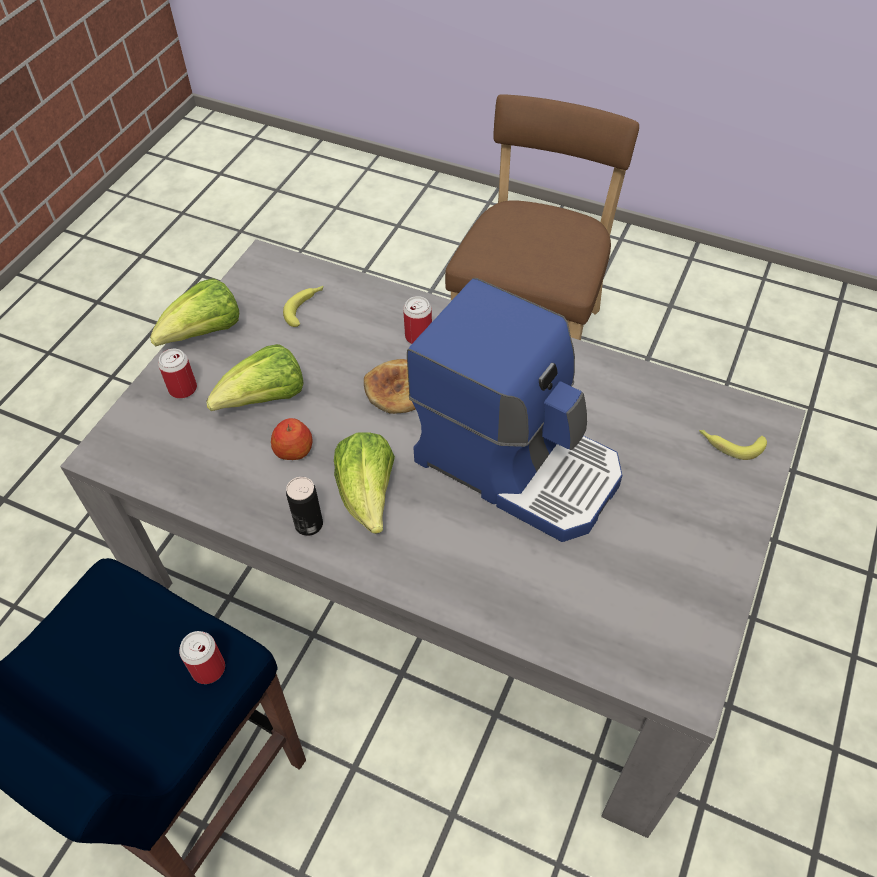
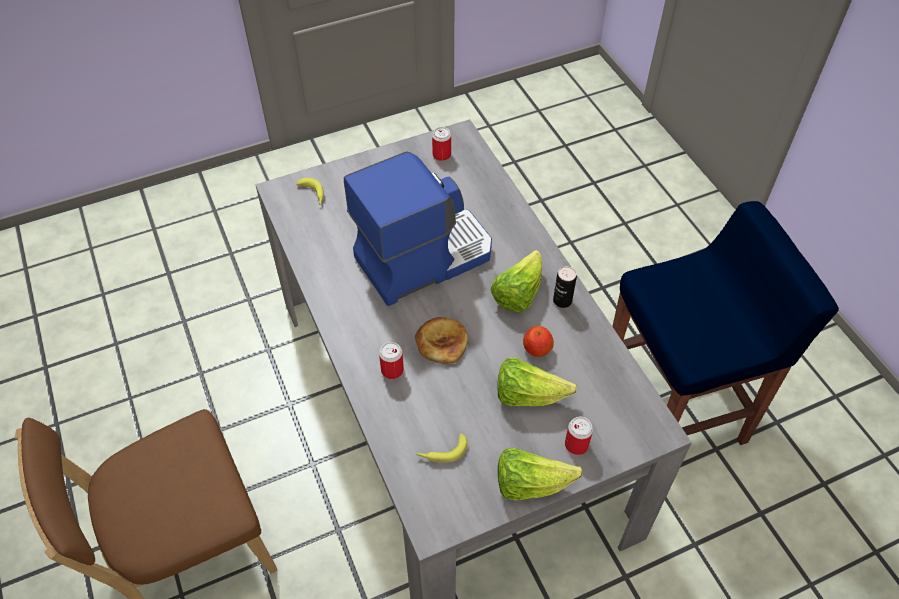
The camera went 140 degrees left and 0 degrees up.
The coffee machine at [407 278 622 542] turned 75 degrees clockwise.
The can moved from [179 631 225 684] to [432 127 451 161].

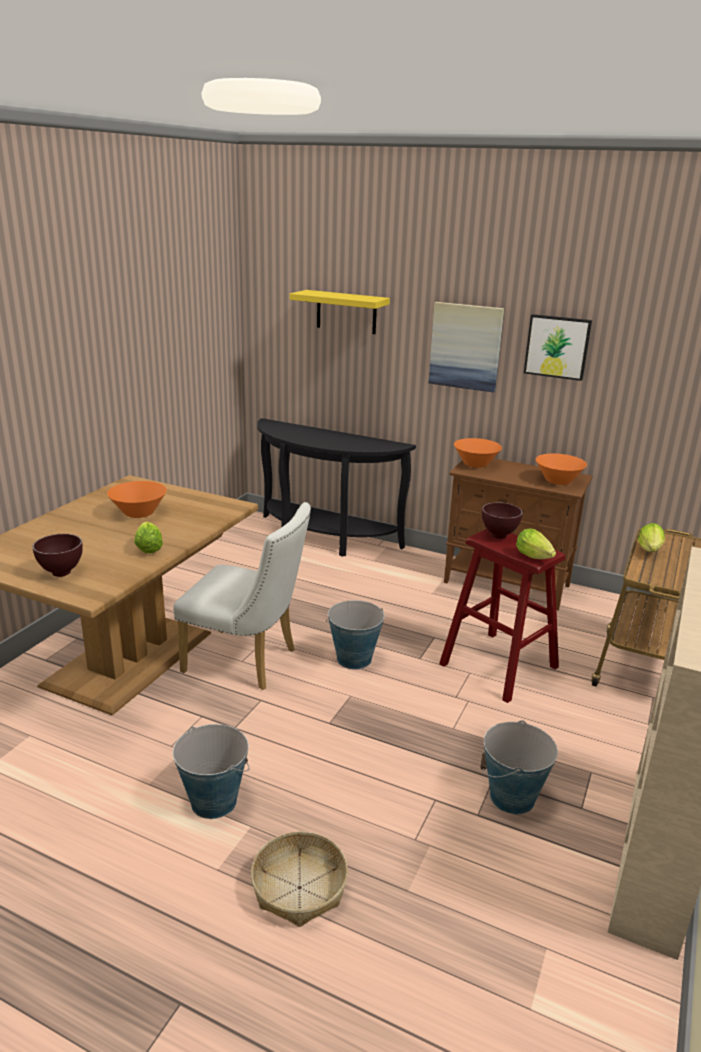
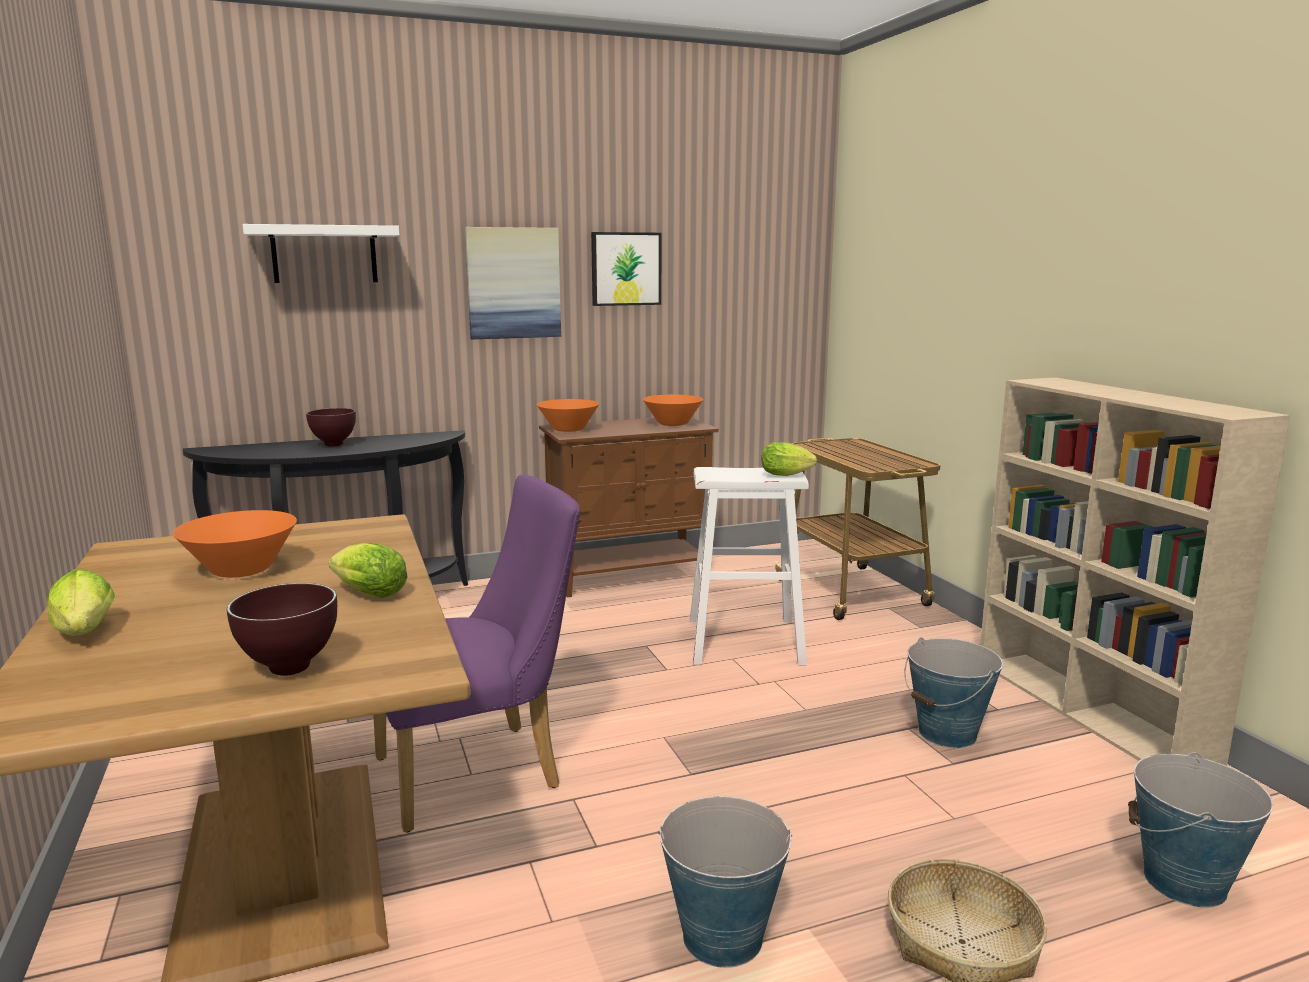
The camera went 45 degrees left and 10 degrees down.
The shelf (yellow) at [290 290 390 334] became the shelf (white) at [243 224 400 283].
The chair (white) at [173 502 311 690] became the chair (purple) at [373 475 580 832].
The bowl (brown) moved from [482 502 523 539] to [306 408 356 447].
The lettuce moved from [638 523 665 552] to [47 569 115 636].
The stool (red) at [439 529 565 703] became the stool (white) at [690 467 809 666].
The bucket moved from [326 600 384 669] to [1128 752 1273 908].

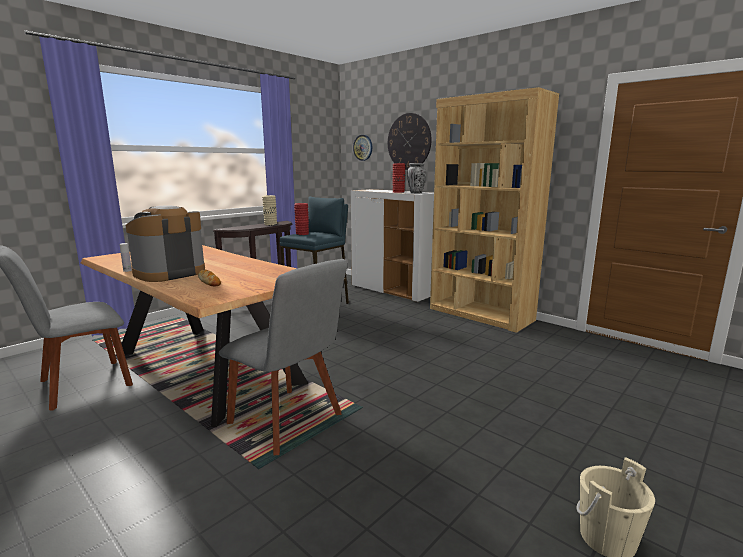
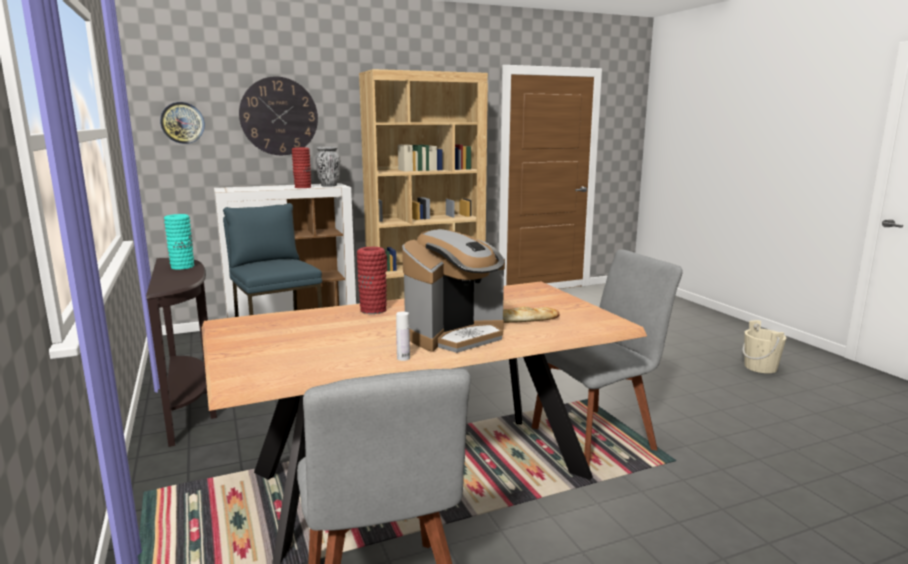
The camera went 65 degrees left and 0 degrees up.
The vase (beige) at [262 195 277 225] became the vase (turquoise) at [164 214 194 270].
The vase (red) moved from [294 203 309 235] to [357 247 387 314].
The coffee machine at [126 205 205 282] turned 105 degrees counterclockwise.

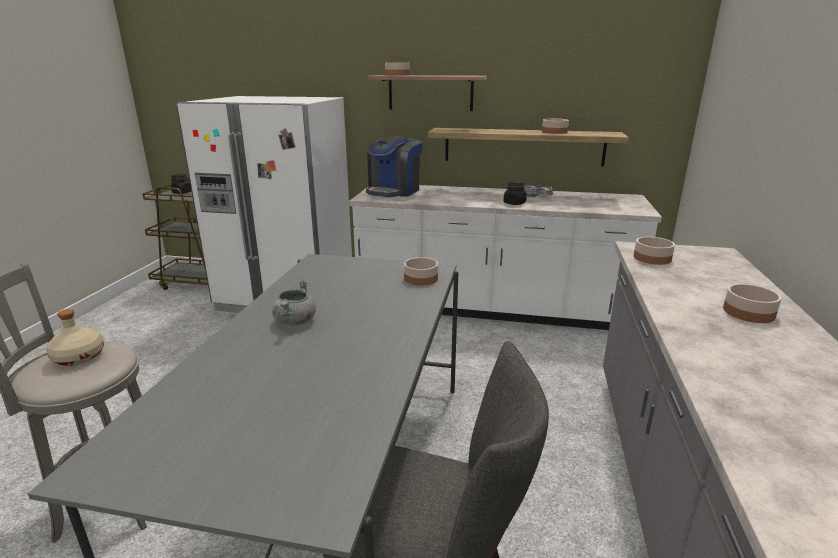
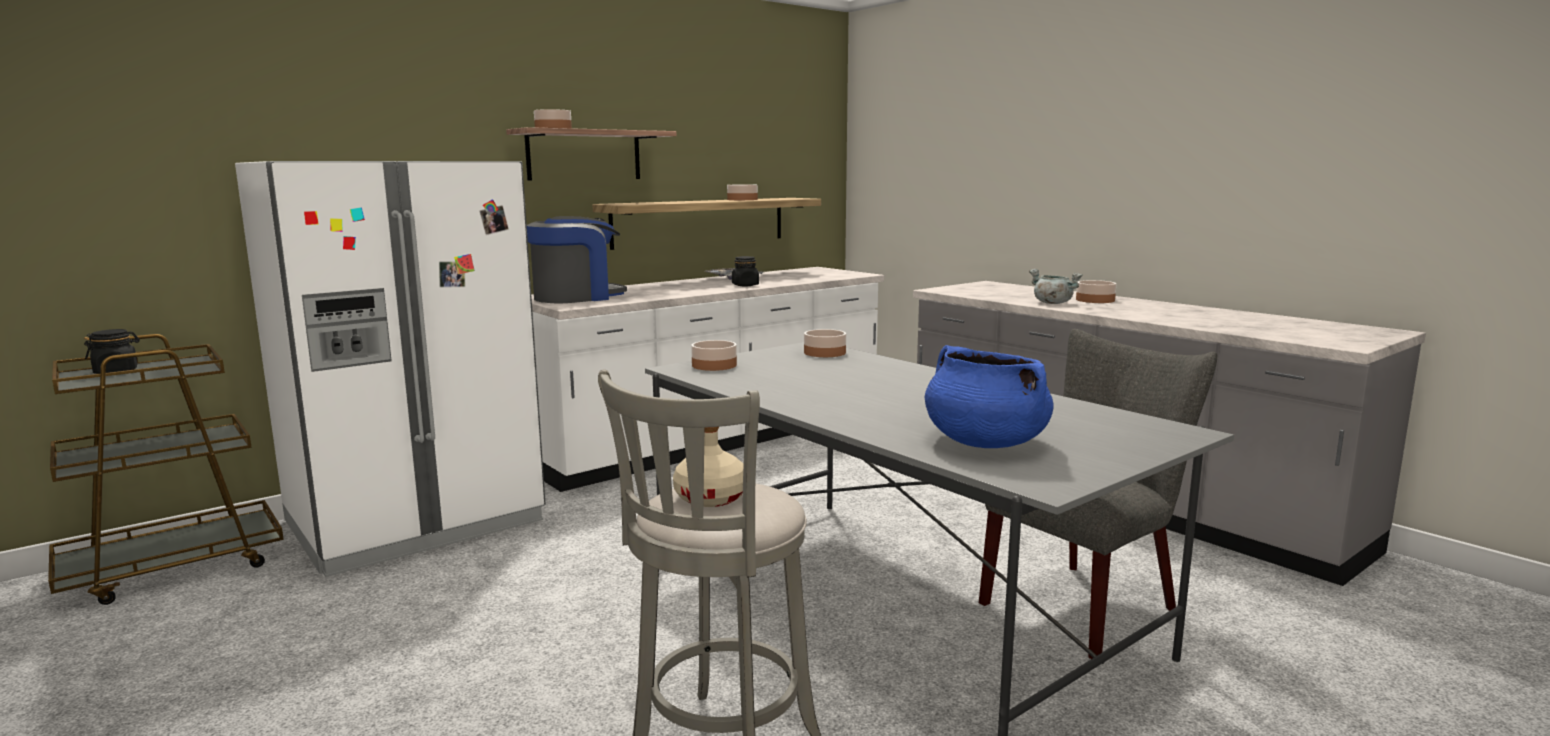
The camera went 50 degrees left and 10 degrees down.
The coffee machine at [366 136 423 197] turned 105 degrees counterclockwise.
The bowl moved from [634 237 675 265] to [691 340 737 371].
The cooking pot (grey) moved from [273 279 316 325] to [1029 269 1083 304].
The cooking pot (blue) at [925 345 1054 448] appeared.

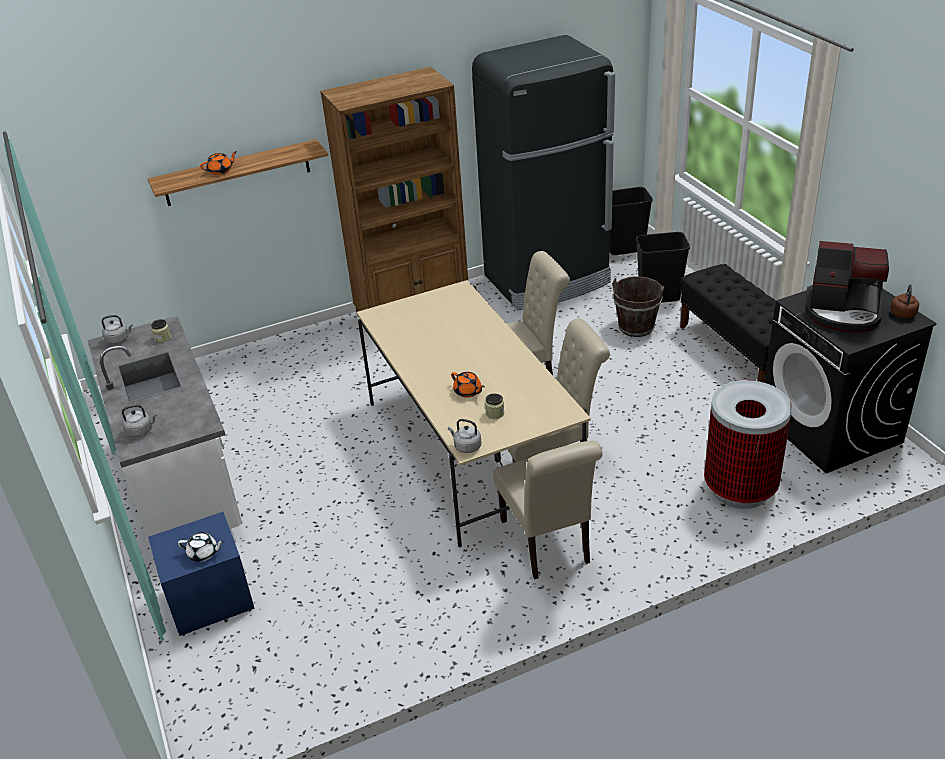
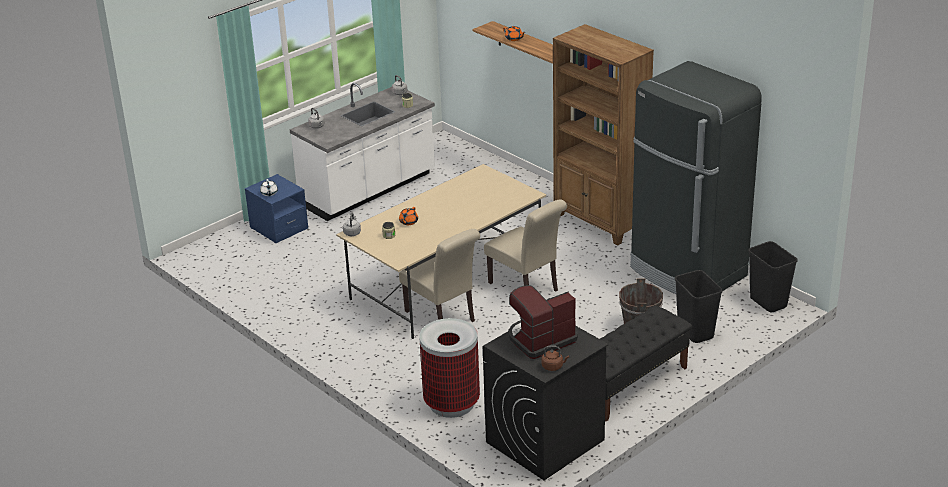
The camera went 70 degrees right and 5 degrees down.
The coffee machine at [805 241 889 333] turned 60 degrees clockwise.
The chair (beige) at [493 441 603 580] disappeared.

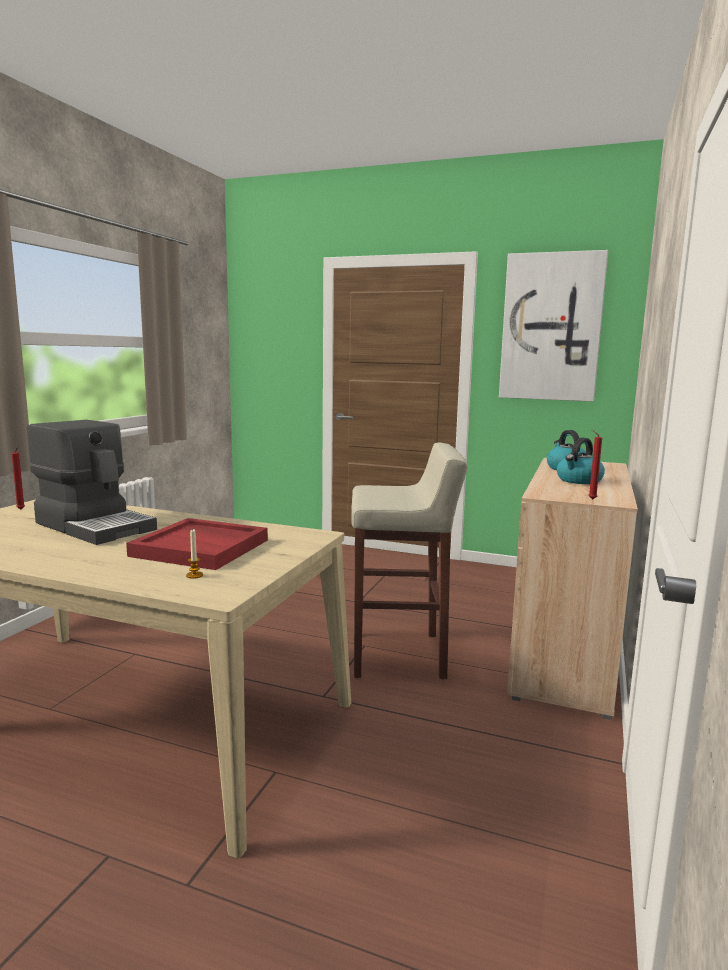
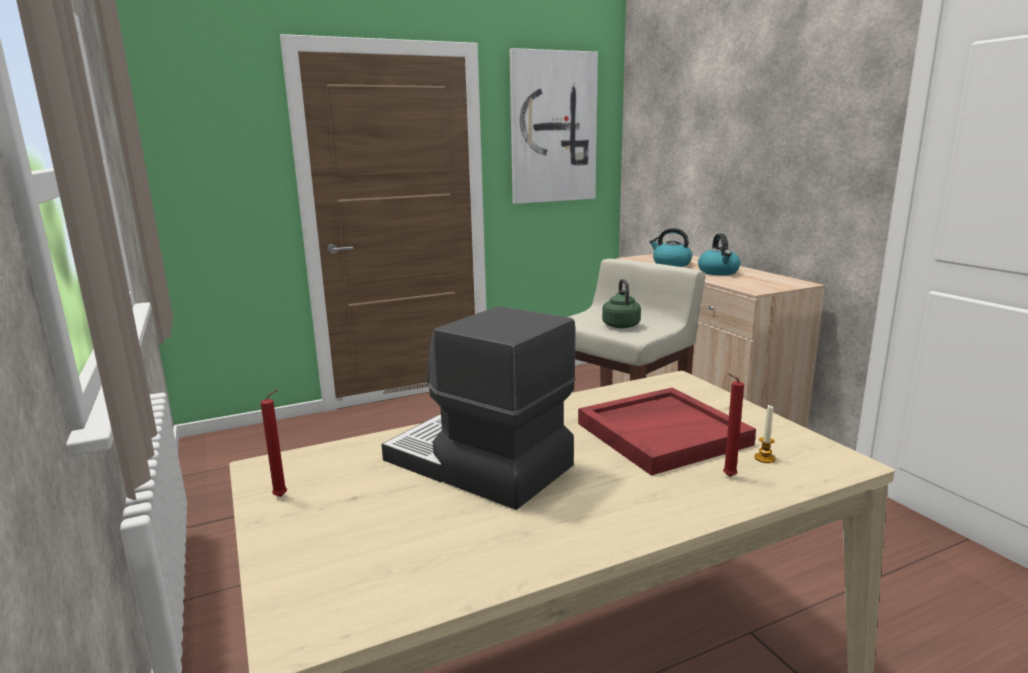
The camera went 45 degrees left and 5 degrees up.
The coffee machine at [27 420 157 545] turned 135 degrees counterclockwise.
The candle (red) moved from [588 430 602 500] to [723 373 744 477].
The kettle (green) at [602 279 641 328] appeared.

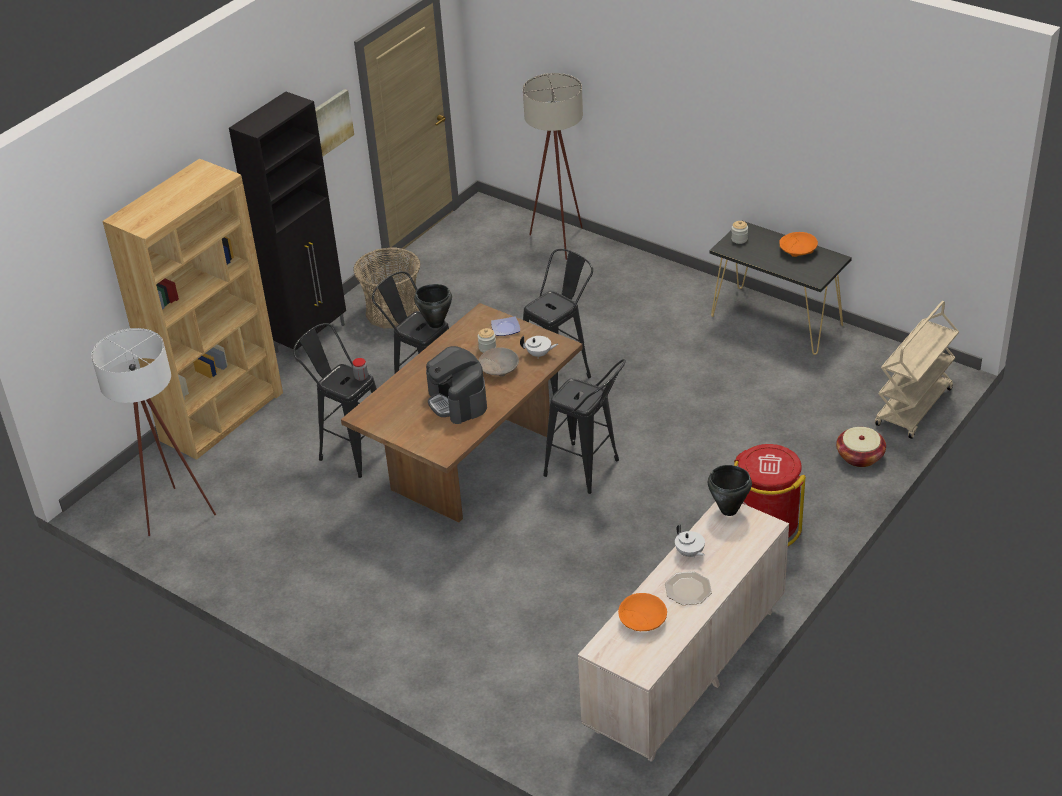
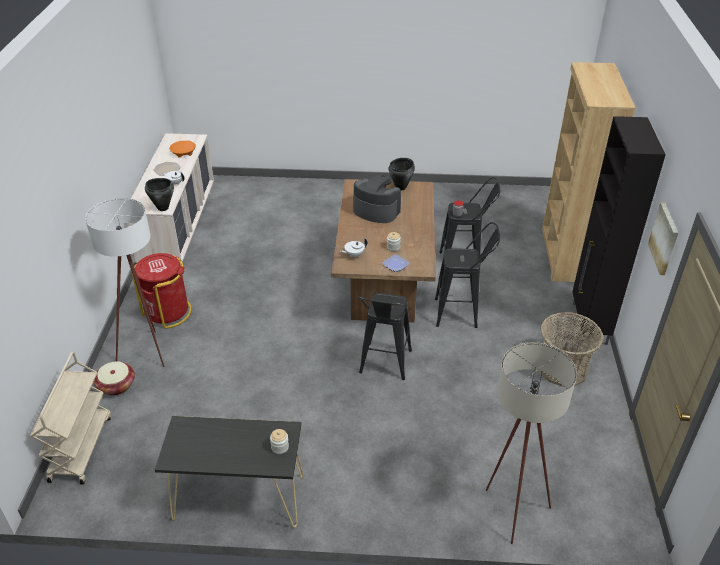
The camera went 145 degrees right and 0 degrees up.
The bowl (orange) at [779 232 818 257] disappeared.
The cooking pot (black) moved from [414 284 452 328] to [388 158 415 191].
The floor lamp (white) moved from [91 328 216 536] to [85 198 165 367].
The bowl (beige) at [479 348 519 377] disappeared.
The stool (black) at [543 359 626 494] disappeared.

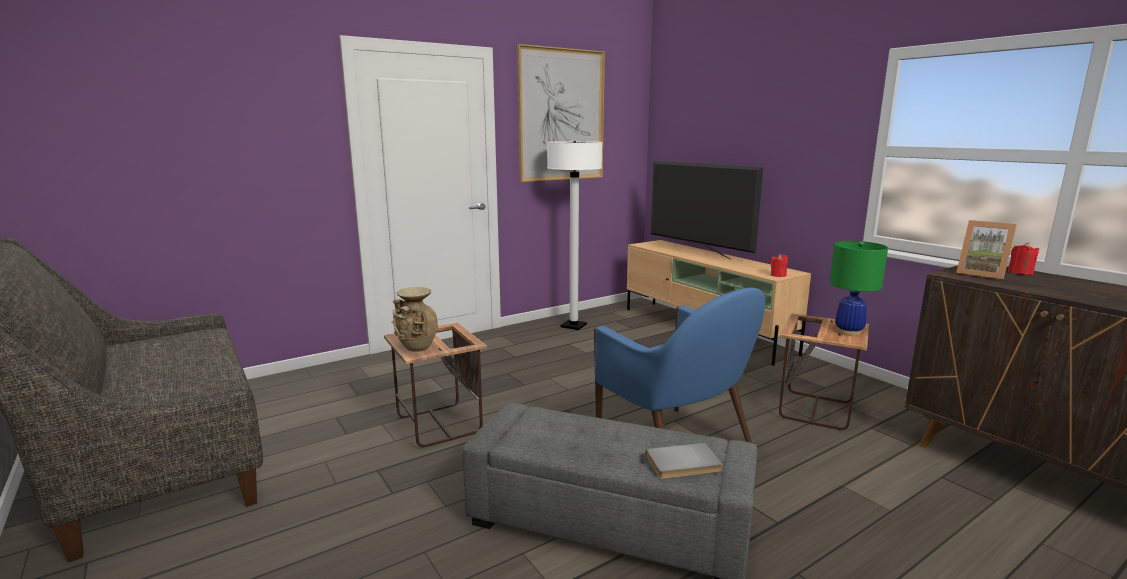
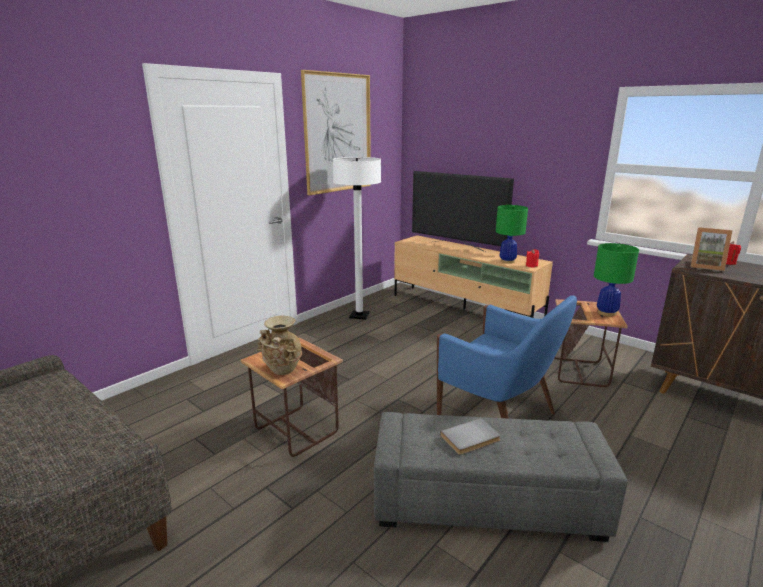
The camera went 15 degrees left and 5 degrees up.
The book (grey) moved from [645 443 723 479] to [440 418 501 455].
The table lamp (green) at [496 205 528 264] appeared.

